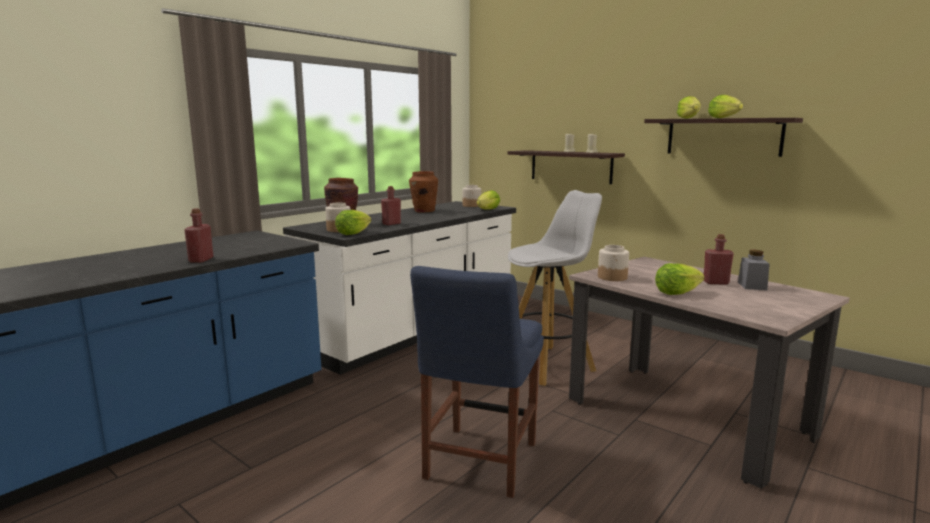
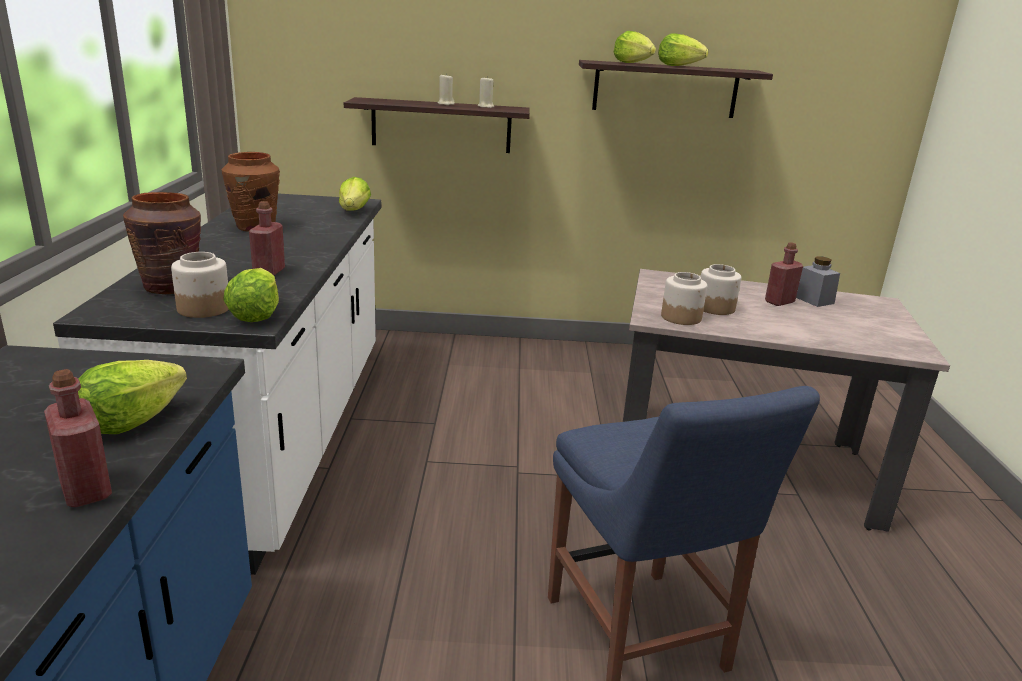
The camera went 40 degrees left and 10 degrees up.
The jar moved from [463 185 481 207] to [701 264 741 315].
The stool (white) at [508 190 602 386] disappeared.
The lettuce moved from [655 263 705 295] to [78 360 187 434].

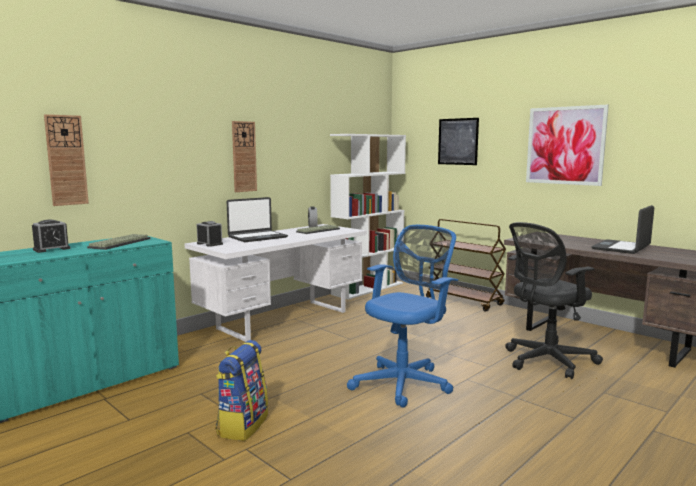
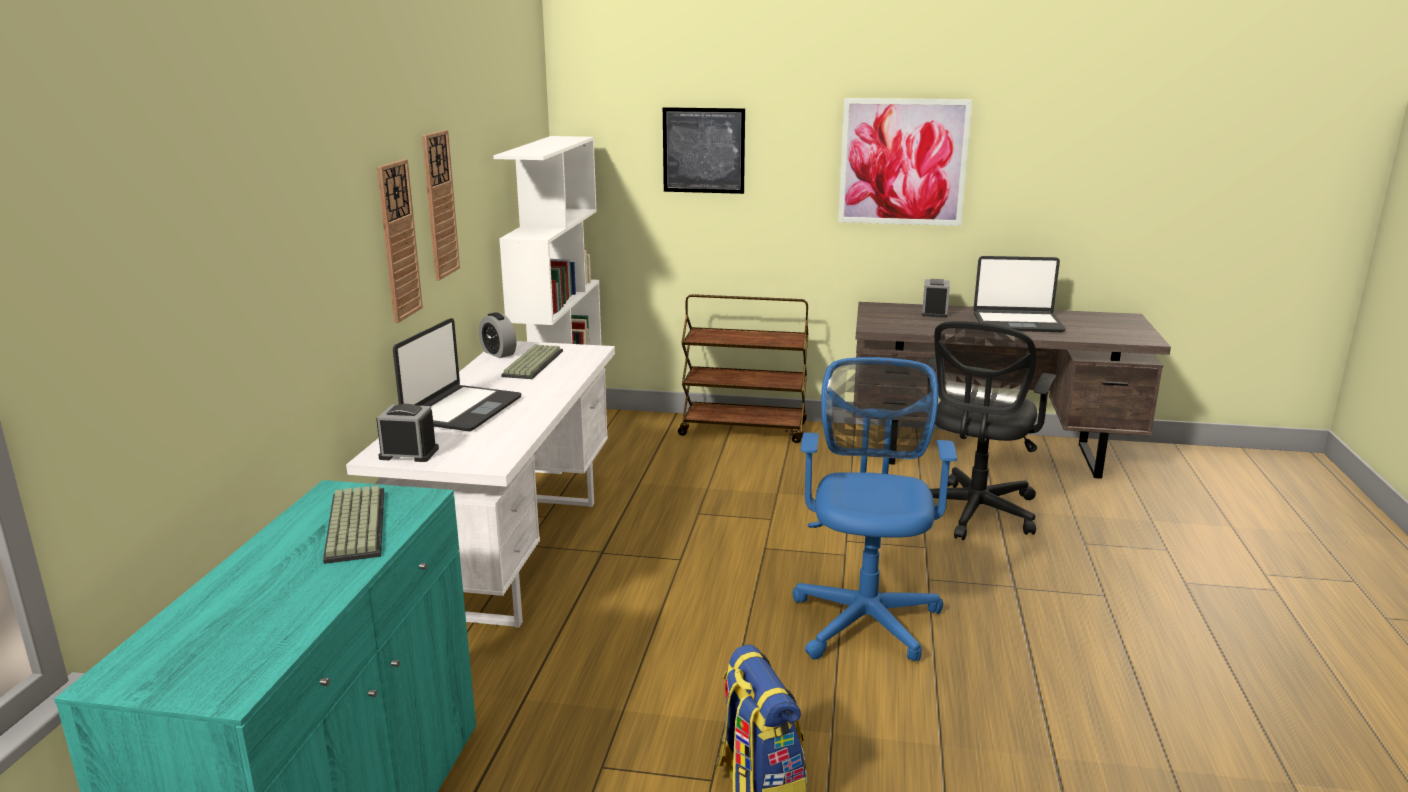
The camera went 35 degrees left and 10 degrees up.
The wall clock moved from [44 114 89 206] to [422 130 460 280].
The laptop at [591 205 654 254] turned 90 degrees counterclockwise.
The alarm clock moved from [32 220 71 253] to [922 279 950 318].

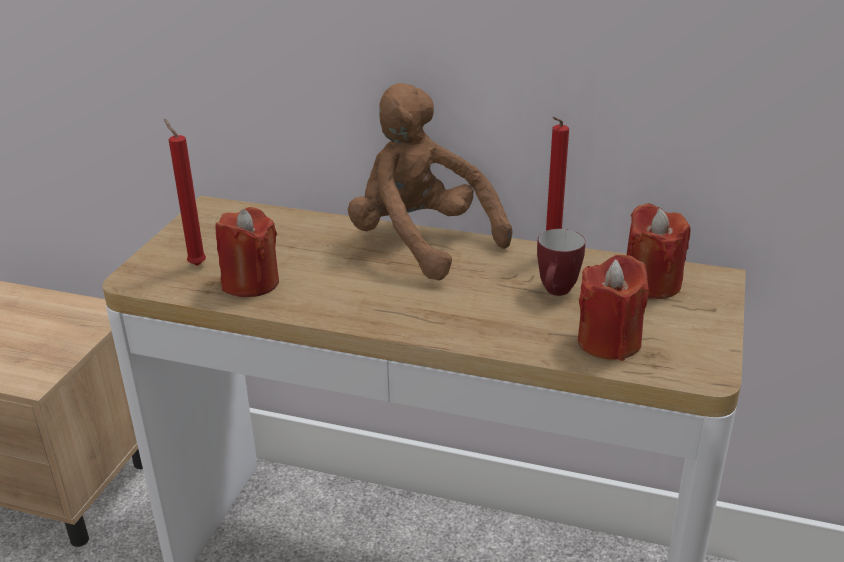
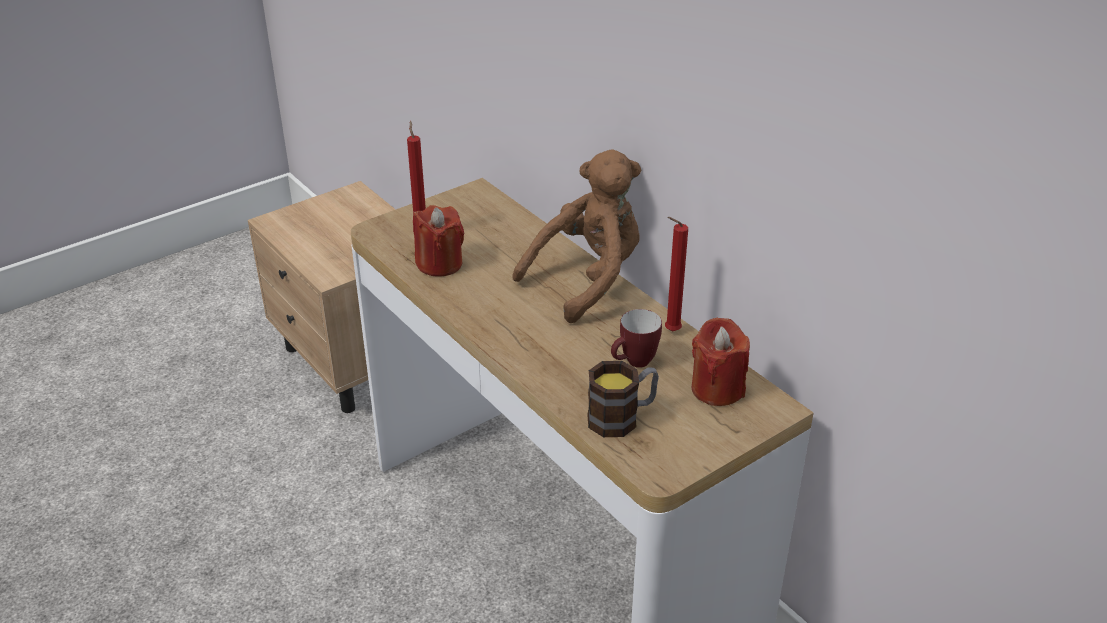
The camera went 35 degrees right and 5 degrees up.
The plush toy (brown) at [348 83 512 280] turned 60 degrees clockwise.
The candle (red) at [578 255 649 361] was replaced by the mug at [587 361 659 437].

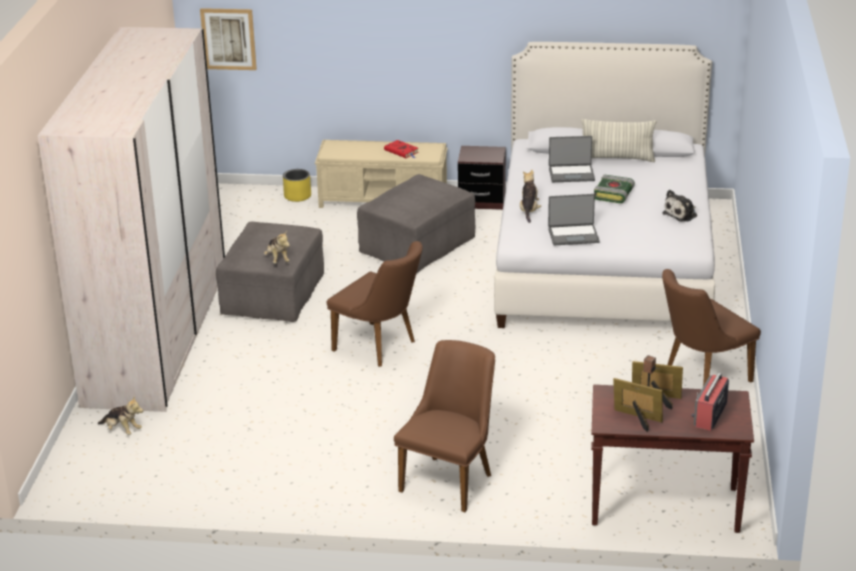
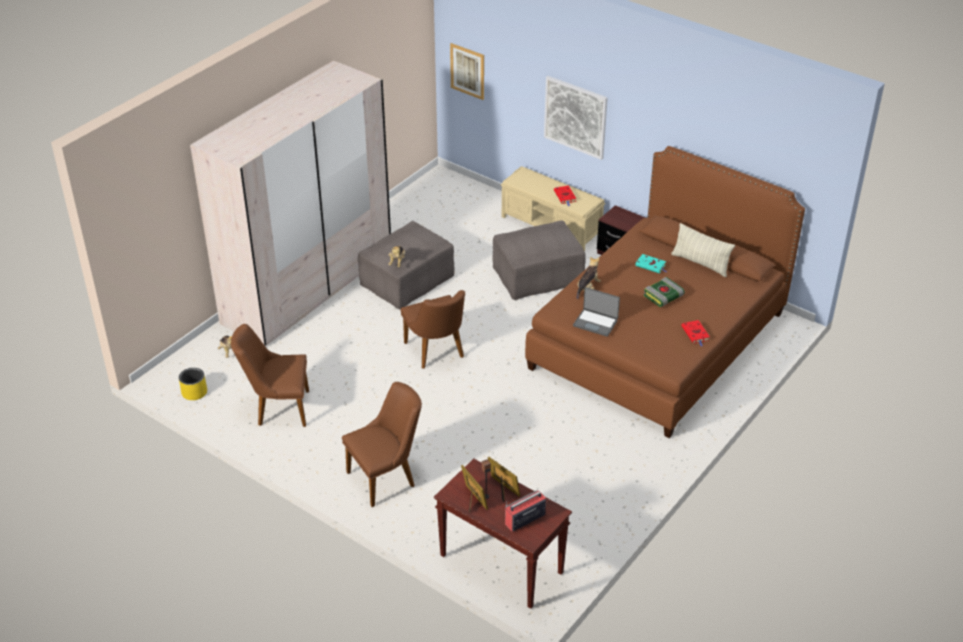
The camera went 30 degrees right and 10 degrees up.
The bed (white) at [494 42 715 328] became the bed (brown) at [525 146 805 438].
The laptop at [549 136 595 182] was replaced by the book (turquoise) at [635 254 667 273].
The planter (yellow) moved from [283 169 311 202] to [179 368 207 400].
The plush toy at [662 190 697 222] was replaced by the book (red) at [681 320 710 346].
The chair (brown) moved from [662 269 761 386] to [231 324 309 427].
The picture at [544 76 608 160] appeared.

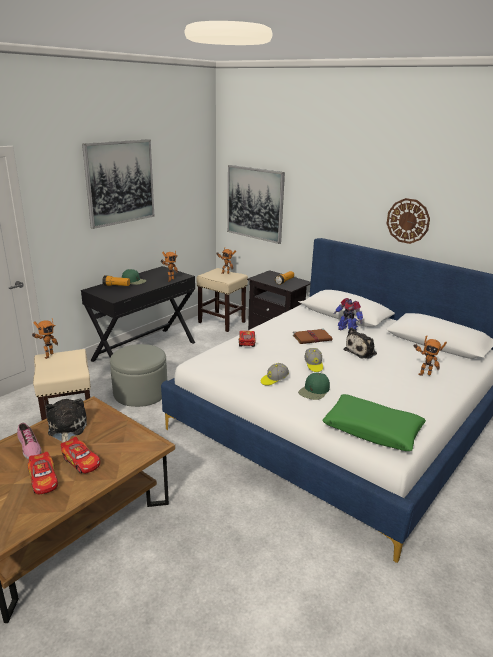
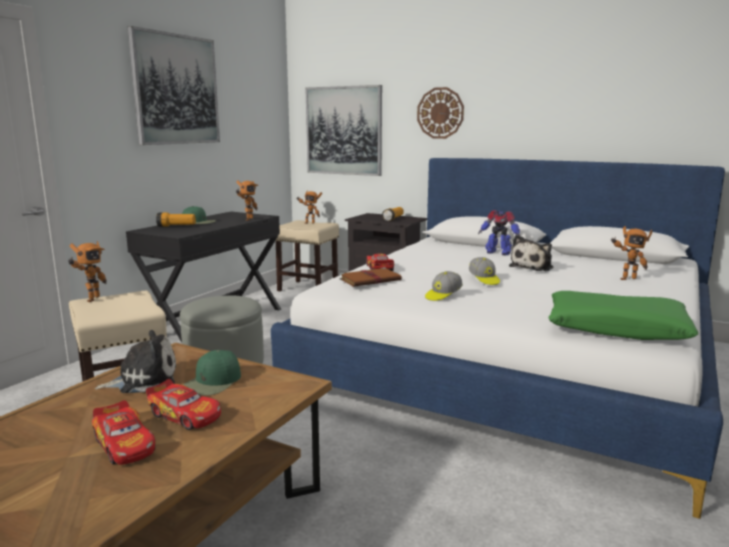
The camera went 10 degrees left and 10 degrees down.
The wall clock moved from [386 198 430 244] to [417 87 464 139].
The book (brown) moved from [293 329 333 344] to [339 267 402 287].
The cap (green) moved from [298 372 330 400] to [183 350 241 395].
The plush toy at [46 399 87 443] turned 90 degrees clockwise.
The shoe at [17 423 41 459] disappeared.

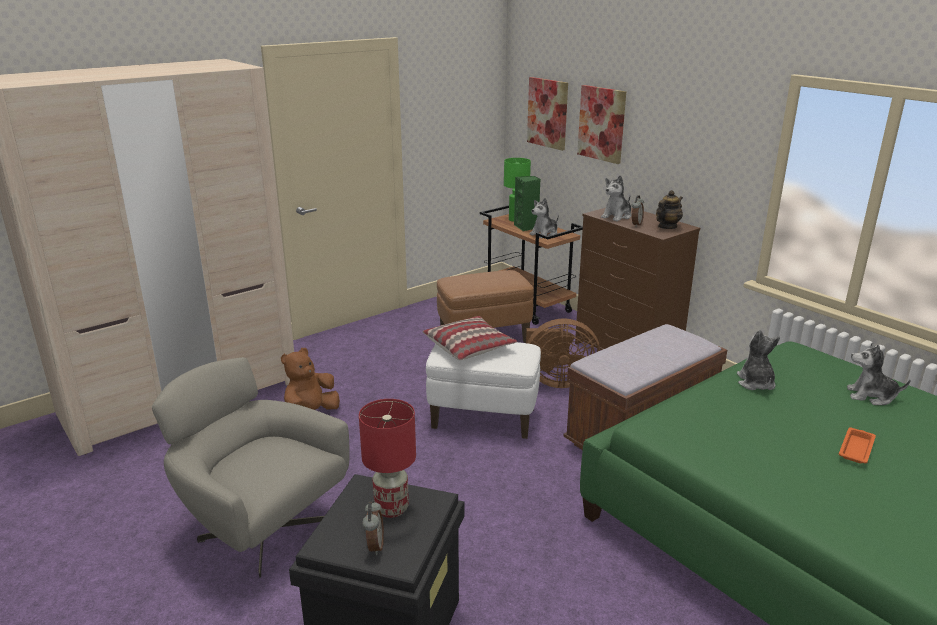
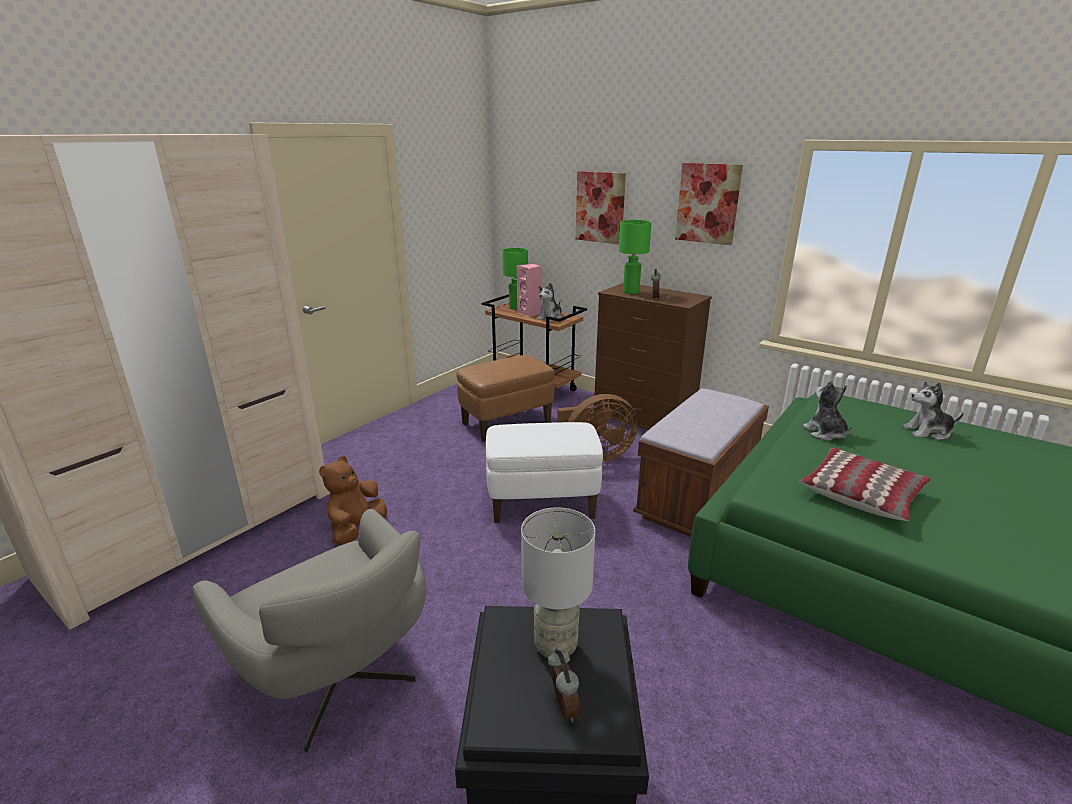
The camera went 15 degrees left and 0 degrees up.
The picture moved from [527 77 568 151] to [675 163 743 245].
The plush toy at [601 175 631 221] was replaced by the table lamp (green) at [619 220 652 294].
The speaker (green) at [514 176 540 231] became the speaker (pink) at [517 263 542 317].
The teapot at [656 190 683 229] disappeared.
The pillow moved from [423 316 517 360] to [799 447 930 521].
The armchair (grey) at [152 357 350 578] turned 150 degrees counterclockwise.
The table lamp (red) at [359 399 416 518] became the table lamp (grey) at [521 507 595 658].
The tray (orange) at [839 427 876 464] disappeared.

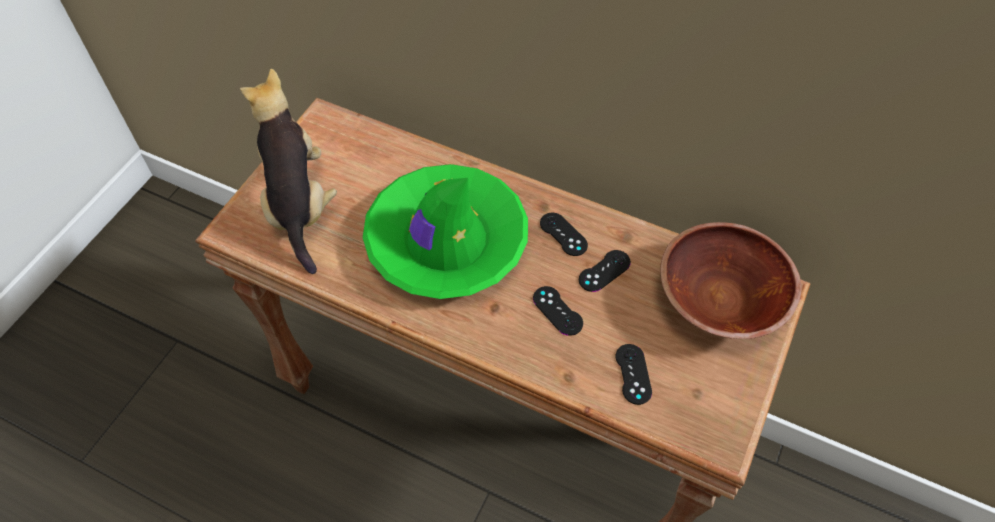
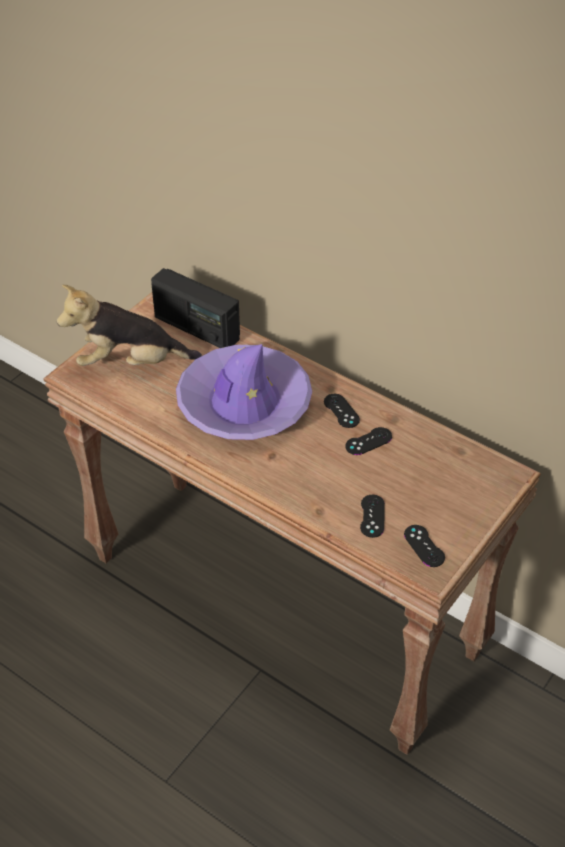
The camera went 10 degrees right and 10 degrees down.
The plush toy at [240 69 337 274] turned 90 degrees counterclockwise.
The hat (green) at [363 164 528 299] became the hat (purple) at [176 344 312 440].
The bowl (brown) at [660 222 802 339] disappeared.
The game controller (black) moved from [533 286 583 336] to [404 525 445 567].
The radio at [151 268 240 348] appeared.

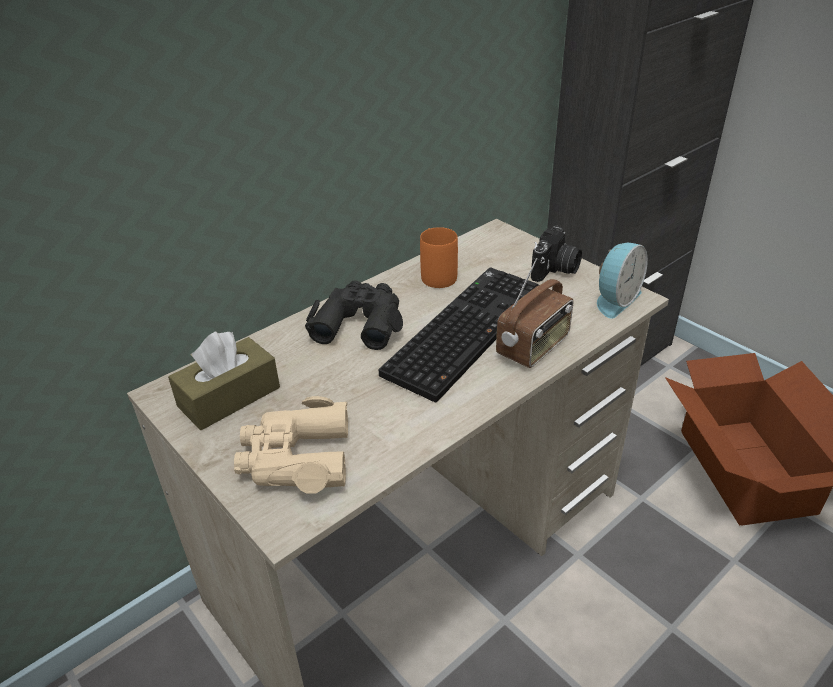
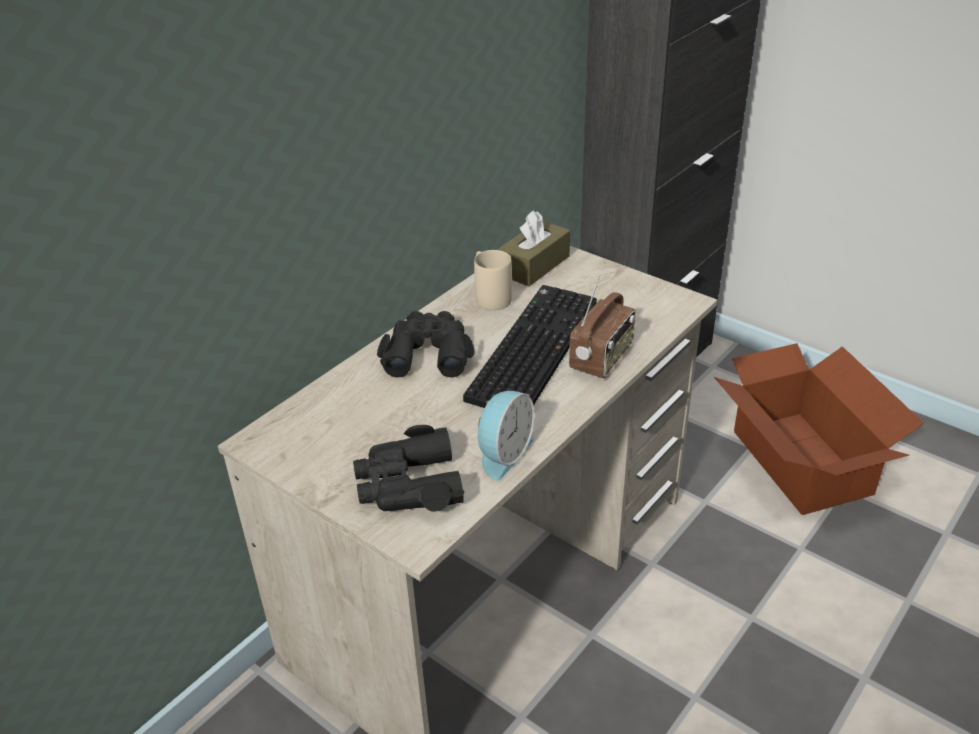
The camera went 10 degrees left and 0 degrees up.
The photo camera at [531 226 582 282] disappeared.
The mug (orange) at [420 227 458 288] became the mug (beige) at [474 250 512 311].
The alarm clock moved from [597 243 648 318] to [478 391 535 481].
The tissue box (brown) moved from [168 332 280 430] to [498 210 570 286].
The binoculars (beige) at [234 396 348 494] became the binoculars (black) at [353 425 464 512].

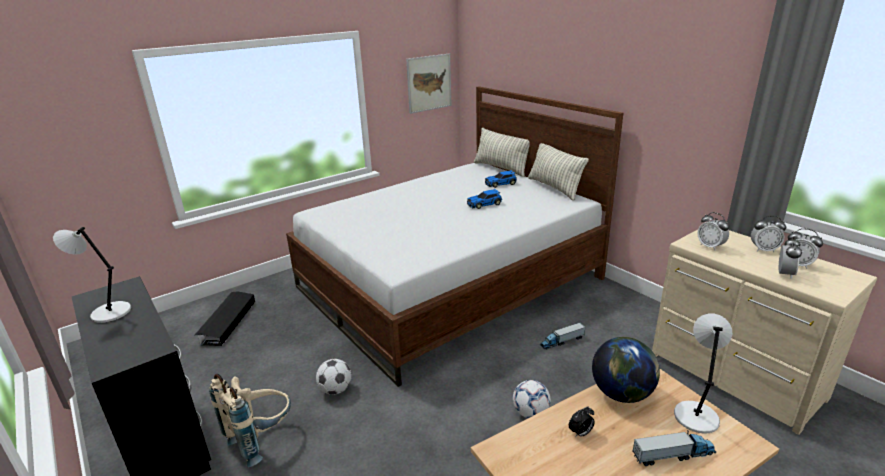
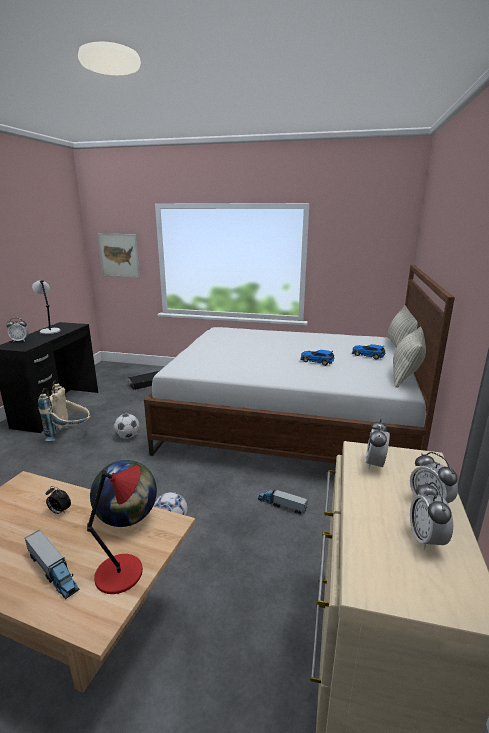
The camera went 50 degrees right and 5 degrees down.
The picture moved from [406 53 452 114] to [97 234 140 278].
The alarm clock moved from [779 236 802 279] to [7 318 29 342].
The table lamp (grey) at [674 313 732 434] became the table lamp (red) at [87 465 143 594].

